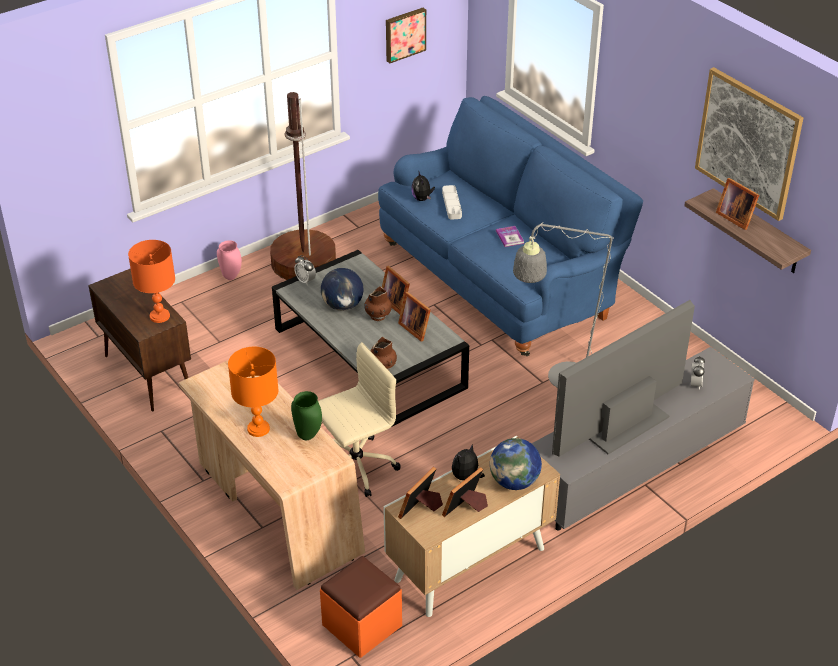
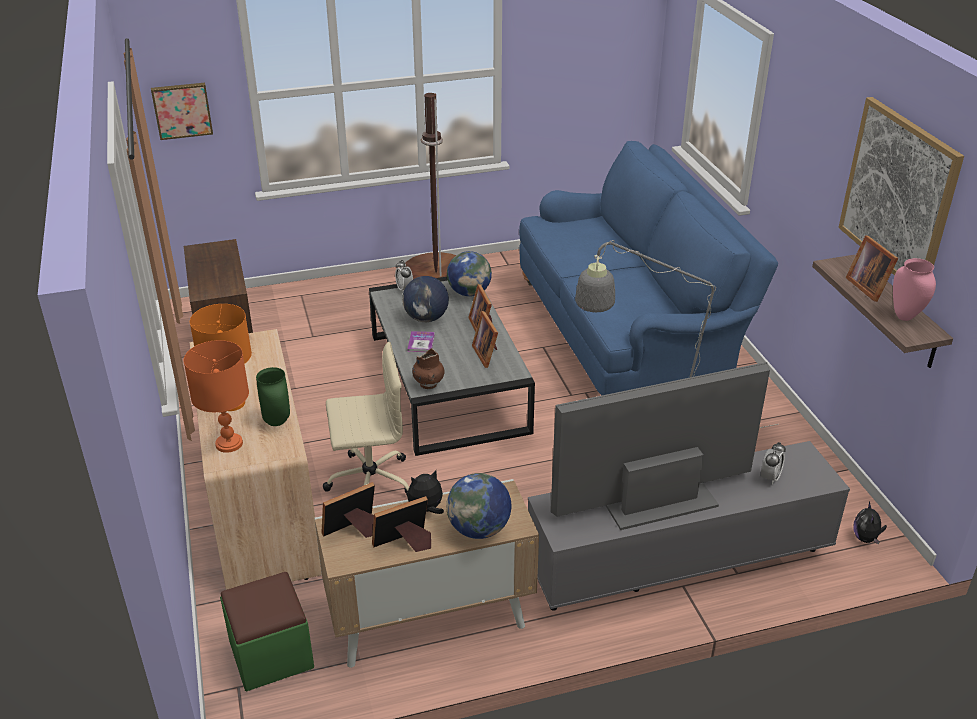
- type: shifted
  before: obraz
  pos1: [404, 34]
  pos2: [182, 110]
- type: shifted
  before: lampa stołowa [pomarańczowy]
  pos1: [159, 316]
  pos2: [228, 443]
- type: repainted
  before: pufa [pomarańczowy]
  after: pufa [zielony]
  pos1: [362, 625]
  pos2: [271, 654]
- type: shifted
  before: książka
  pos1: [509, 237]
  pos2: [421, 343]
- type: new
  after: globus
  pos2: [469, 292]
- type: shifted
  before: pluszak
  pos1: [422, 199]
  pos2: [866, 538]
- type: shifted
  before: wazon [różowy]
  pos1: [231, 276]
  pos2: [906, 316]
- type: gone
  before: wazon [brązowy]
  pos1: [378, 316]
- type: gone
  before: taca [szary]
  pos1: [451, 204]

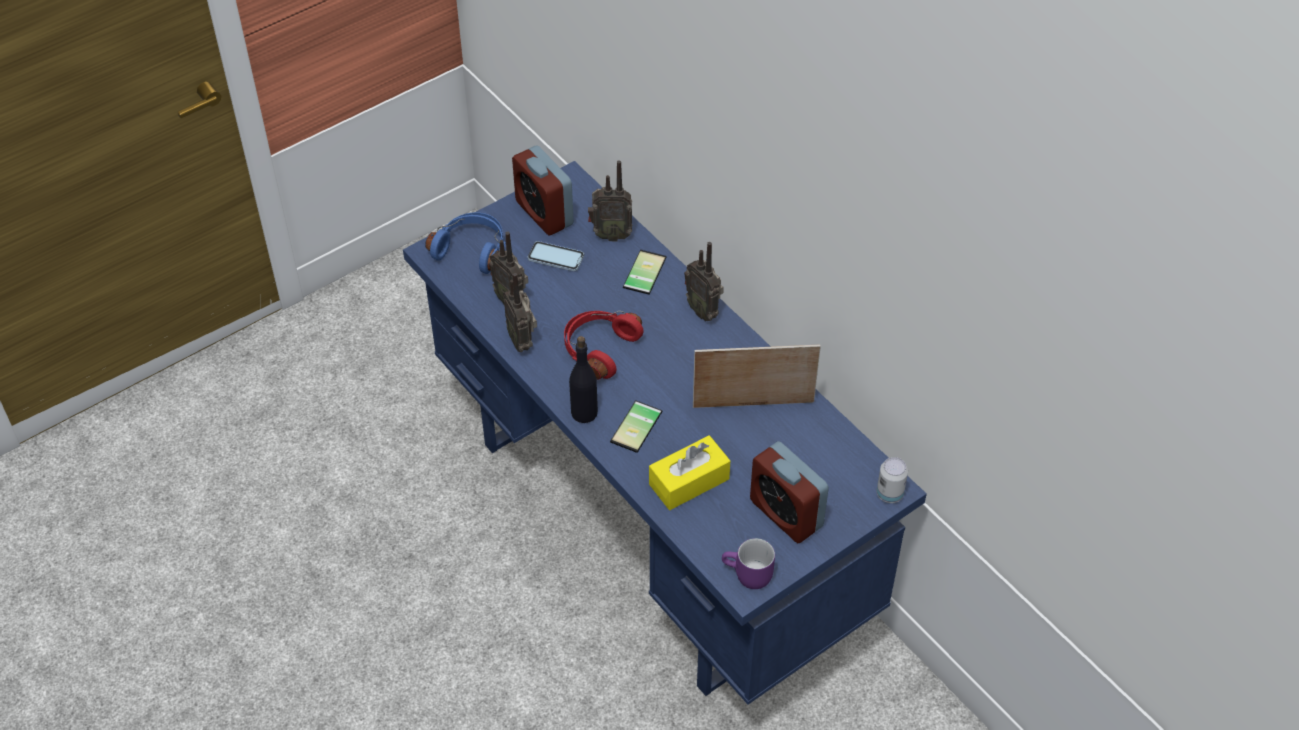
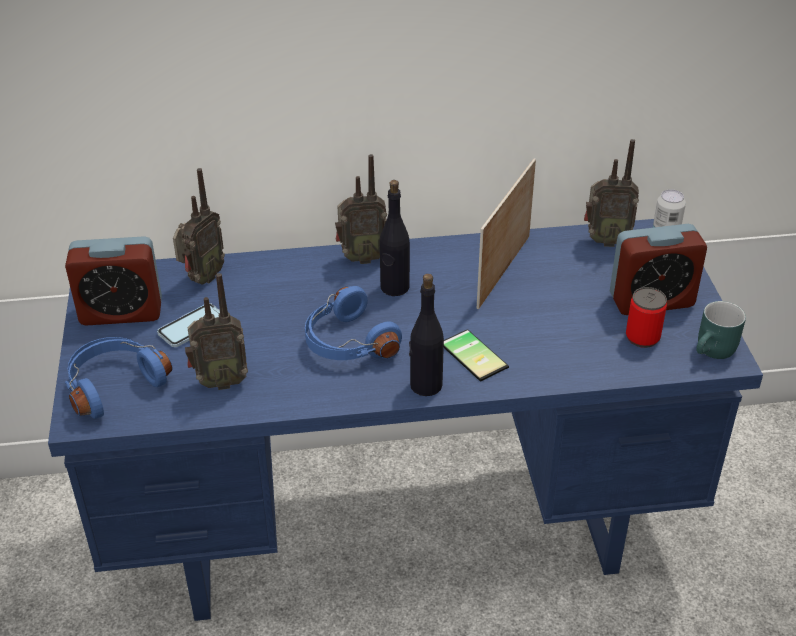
- type: repainted
  before: słuchawki [czerwony]
  after: słuchawki [niebieski]
  pos1: [598, 349]
  pos2: [347, 343]
- type: new
  after: butelka [czarny]
  pos2: [394, 287]
- type: shifted
  before: radio
  pos1: [522, 341]
  pos2: [605, 240]
- type: new
  after: puszka
  pos2: [642, 337]
- type: repainted
  before: kubek [fioletowy]
  after: kubek [turkusowy]
  pos1: [747, 577]
  pos2: [715, 352]
- type: gone
  before: telefon
  pos1: [641, 271]
- type: gone
  before: pudełko chusteczek [żółty]
  pos1: [689, 482]

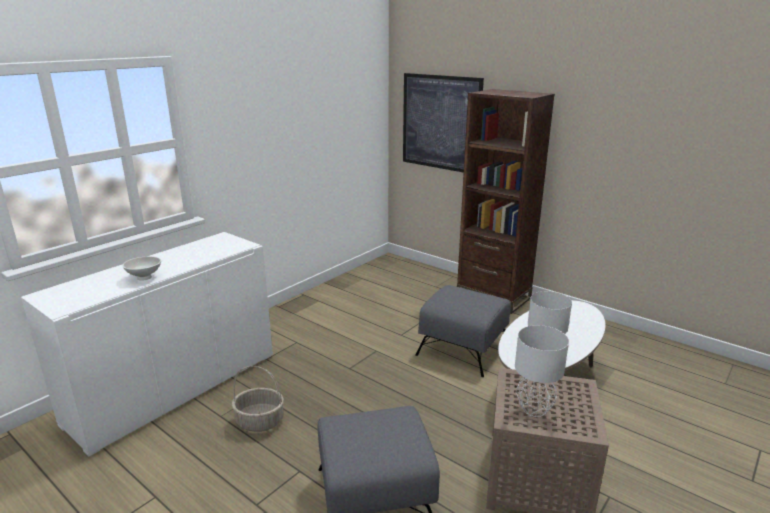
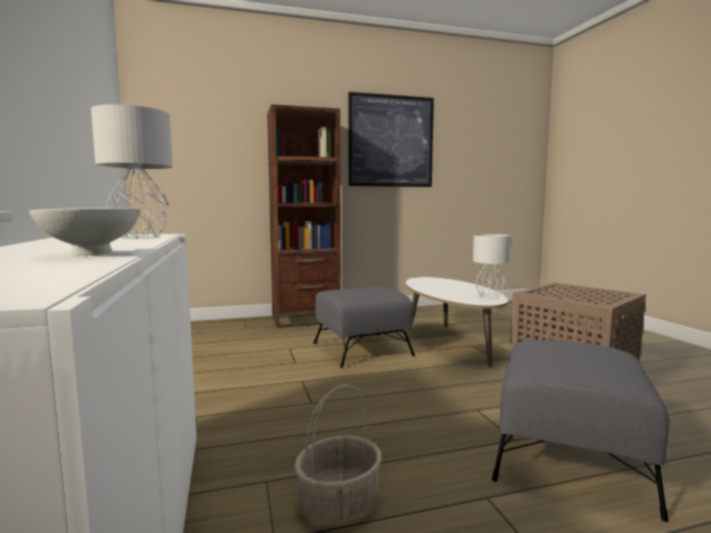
- type: shifted
  before: lampa stołowa [szary]
  pos1: [535, 408]
  pos2: [141, 237]
- type: shifted
  before: obraz
  pos1: [440, 122]
  pos2: [391, 141]

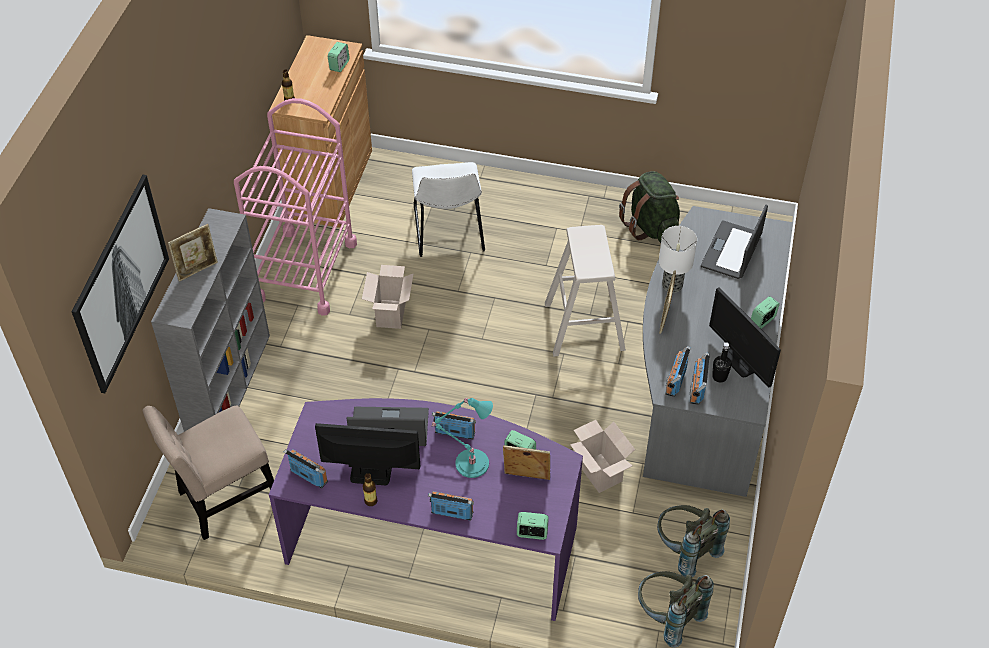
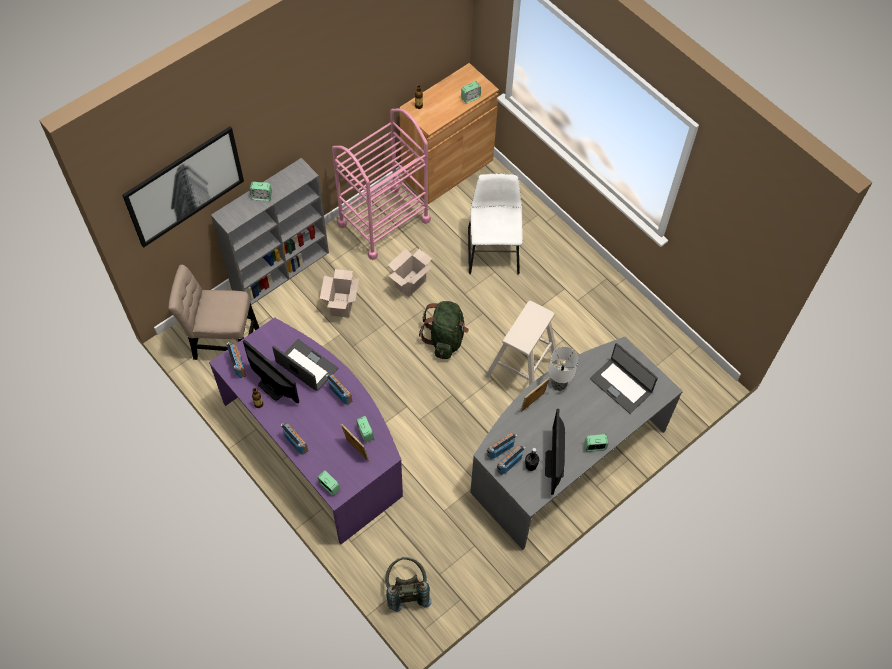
- type: swapped
  before: ramka na zdjęcie
  after: budzik
  pos1: [197, 270]
  pos2: [261, 196]
- type: shifted
  before: karton
  pos1: [598, 473]
  pos2: [341, 304]
- type: shifted
  before: plecak [zielony]
  pos1: [651, 227]
  pos2: [445, 339]
- type: rotated
  before: krzesło [biały]
  pos1: [449, 231]
  pos2: [493, 248]
  turn: 150
- type: rotated
  before: laptop
  pos1: [732, 251]
  pos2: [621, 385]
  turn: -105
- type: gone
  before: lampa stołowa [turkusowy]
  pos1: [469, 463]
- type: gone
  before: plecak [szary]
  pos1: [685, 550]

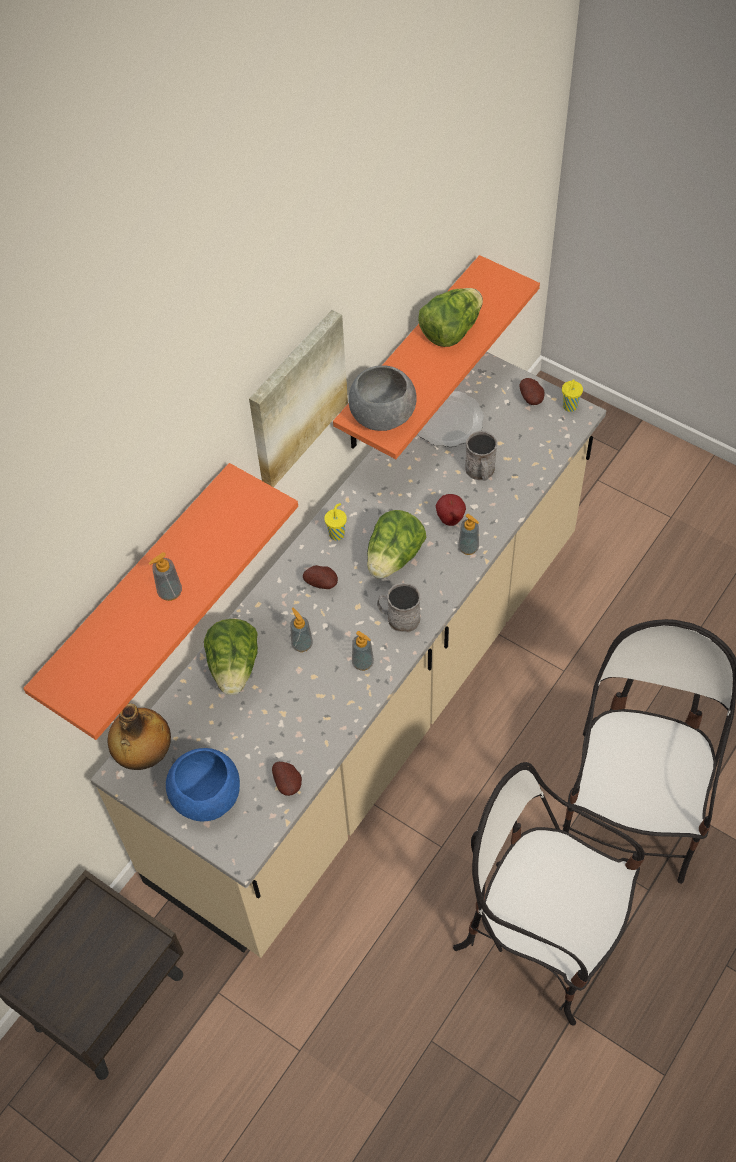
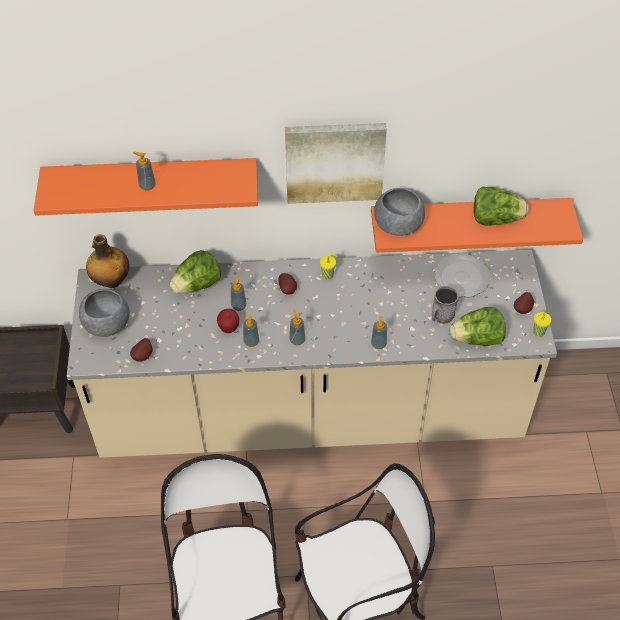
- type: repainted
  before: miska [niebieski]
  after: miska [szary]
  pos1: [207, 795]
  pos2: [107, 324]
- type: shifted
  before: jabłko
  pos1: [450, 519]
  pos2: [229, 328]
- type: swapped
  before: kubek [szary]
  after: dozownik mydła
  pos1: [399, 618]
  pos2: [297, 340]
- type: shifted
  before: sałata
  pos1: [394, 558]
  pos2: [477, 339]

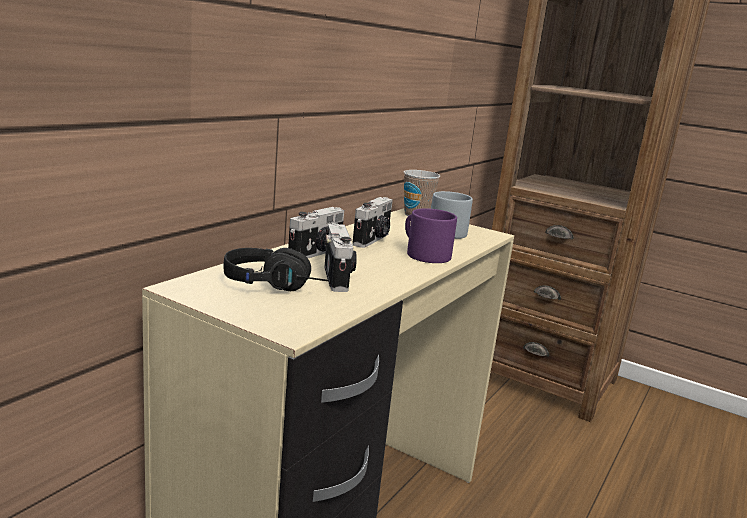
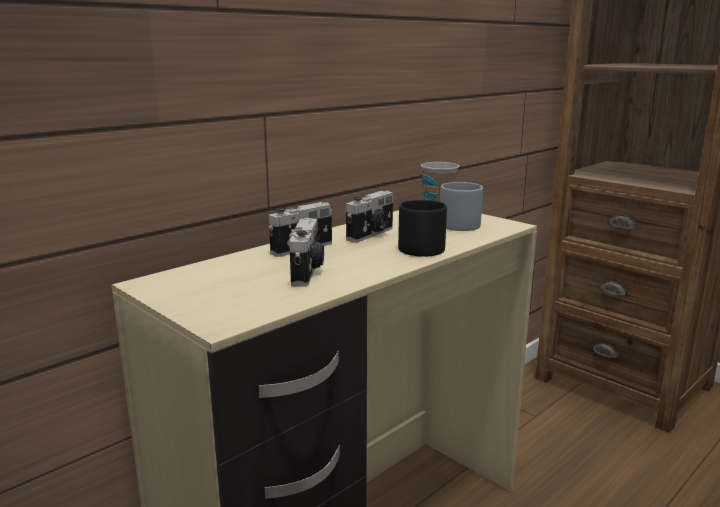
- type: repainted
  before: kubek [fioletowy]
  after: kubek [czarny]
  pos1: [422, 253]
  pos2: [416, 247]
- type: gone
  before: słuchawki [czarny]
  pos1: [276, 285]

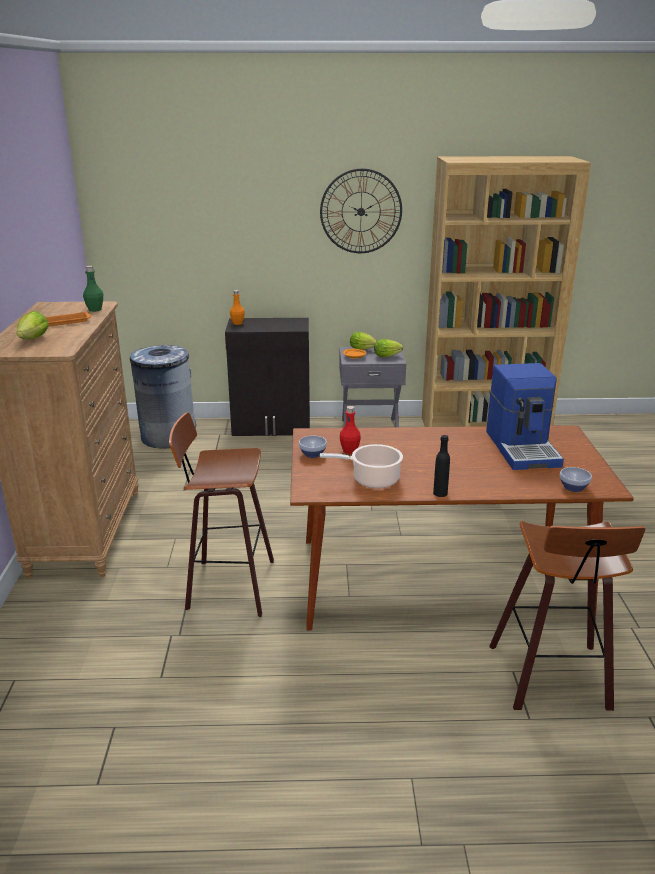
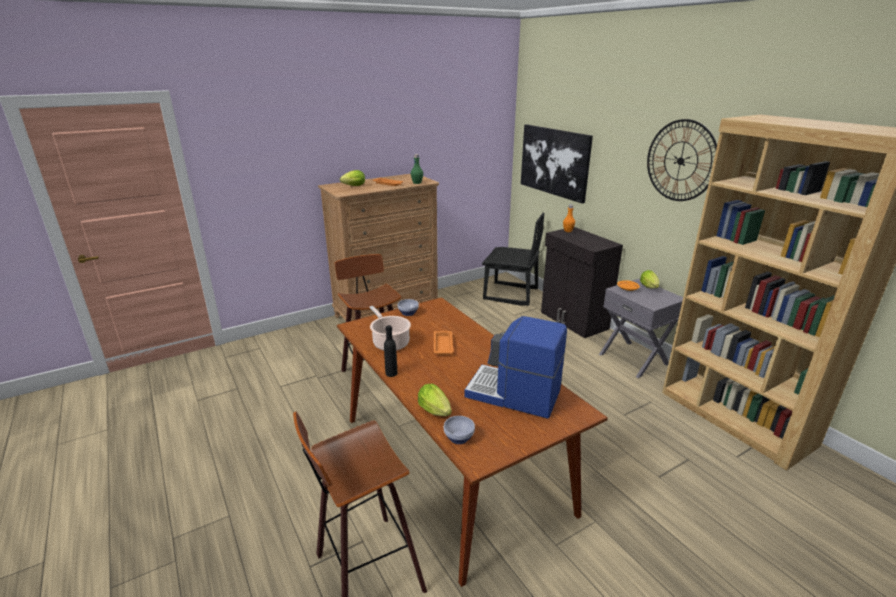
- type: shifted
  before: sałata
  pos1: [388, 356]
  pos2: [436, 412]
- type: new
  after: taca [pomarańczowy]
  pos2: [443, 345]
- type: rotated
  before: ekspres do kawy
  pos1: [523, 448]
  pos2: [513, 395]
  turn: 60
- type: swapped
  before: kosz na śmieci [szary]
  after: krzesło [czarny]
  pos1: [168, 437]
  pos2: [510, 294]
- type: new
  after: obraz
  pos2: [554, 162]
- type: gone
  before: butelka [czerwony]
  pos1: [349, 451]

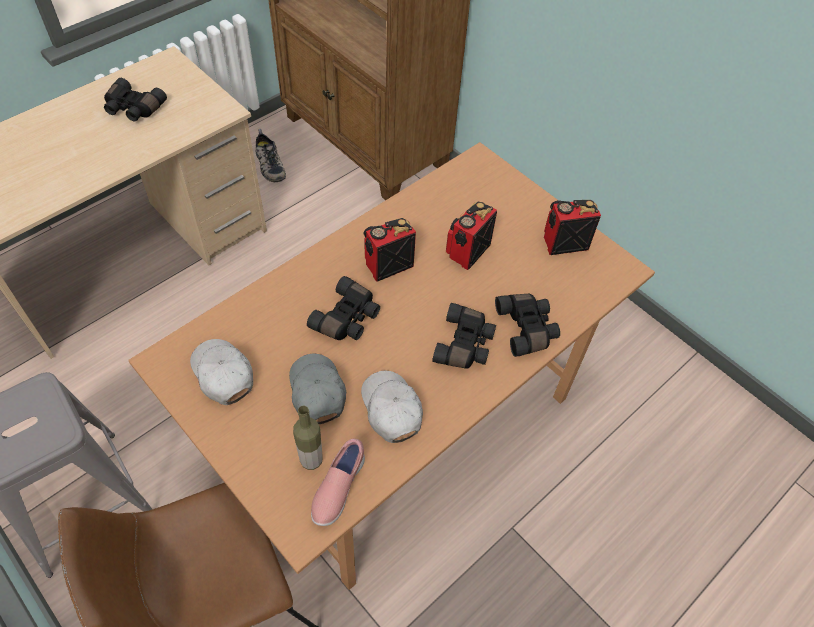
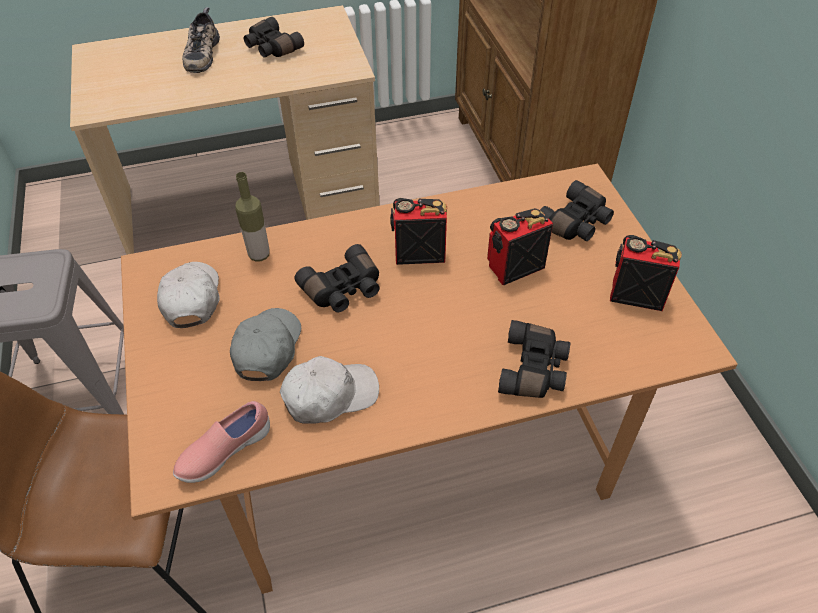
- type: shifted
  before: but
  pos1: [268, 164]
  pos2: [201, 53]
- type: shifted
  before: butelka
  pos1: [311, 460]
  pos2: [259, 255]
- type: rotated
  before: czapka z daszkiem [biały]
  pos1: [391, 409]
  pos2: [329, 395]
  turn: 60
- type: shifted
  before: lornetka [czarny]
  pos1: [465, 345]
  pos2: [576, 223]

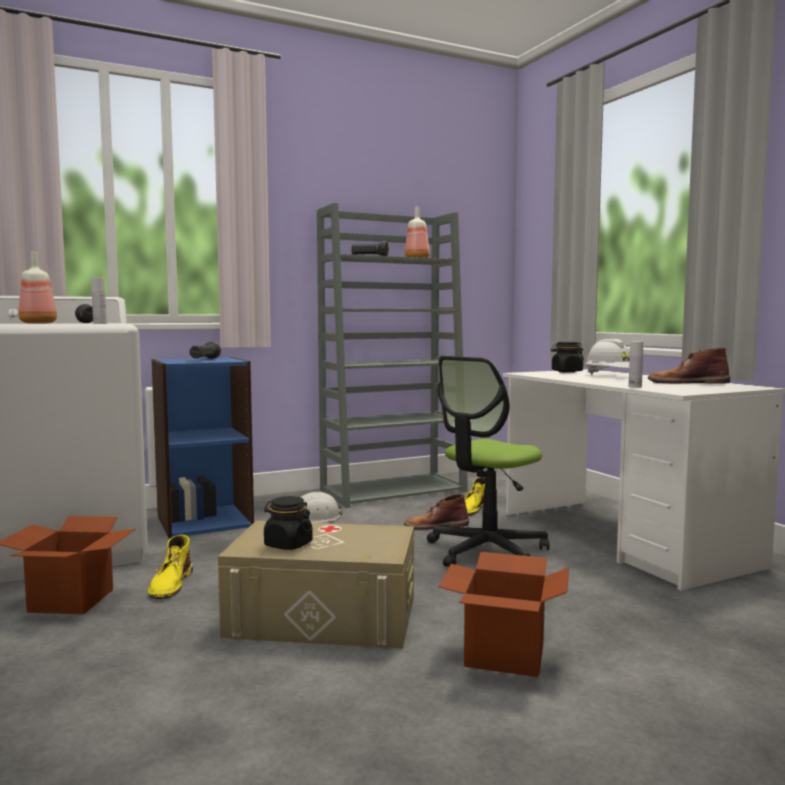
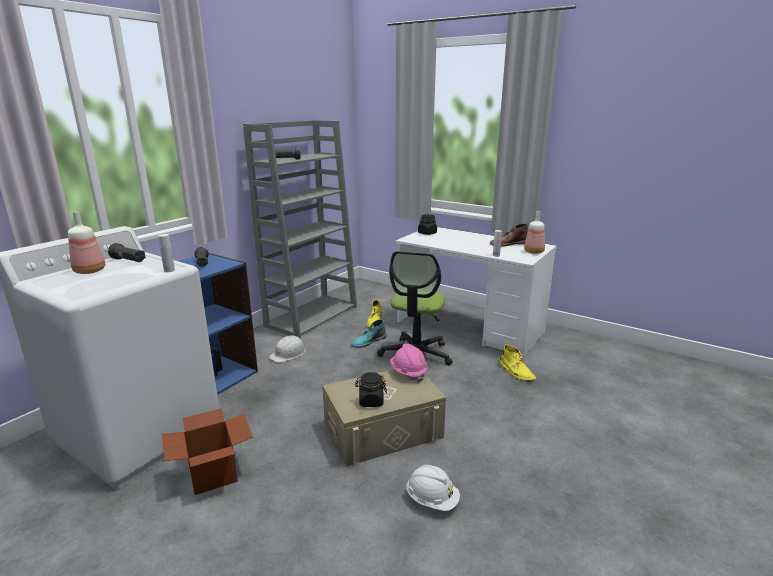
- type: repainted
  before: but z cholewką [brązowy]
  after: but z cholewką [turkusowy]
  pos1: [435, 525]
  pos2: [368, 341]
- type: new
  after: kask [różowy]
  pos2: [408, 372]
- type: shifted
  before: kask [biały]
  pos1: [610, 376]
  pos2: [432, 500]
- type: shifted
  before: but z cholewką [żółty]
  pos1: [170, 584]
  pos2: [516, 372]
- type: shifted
  before: butelka
  pos1: [417, 259]
  pos2: [534, 251]
- type: gone
  before: karton
  pos1: [505, 655]

